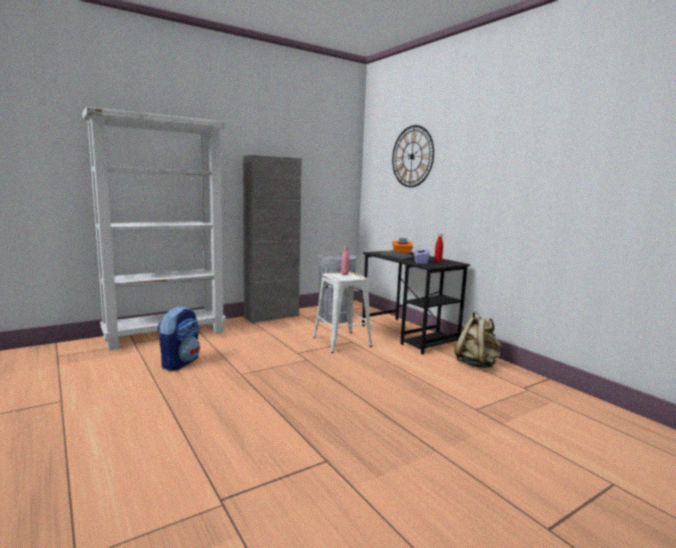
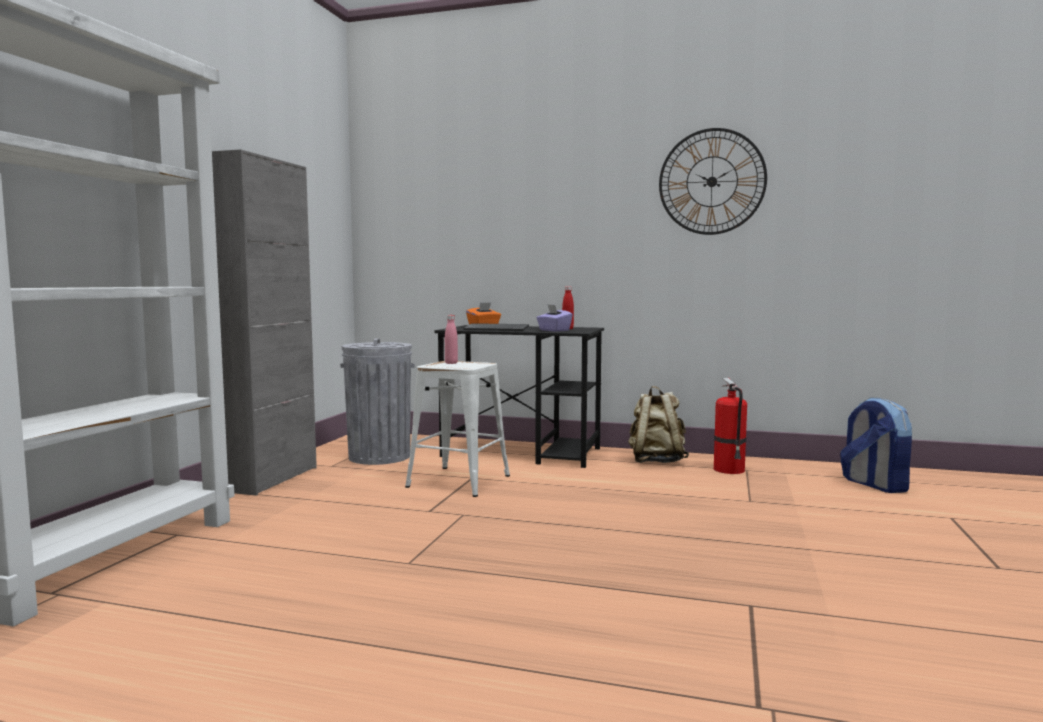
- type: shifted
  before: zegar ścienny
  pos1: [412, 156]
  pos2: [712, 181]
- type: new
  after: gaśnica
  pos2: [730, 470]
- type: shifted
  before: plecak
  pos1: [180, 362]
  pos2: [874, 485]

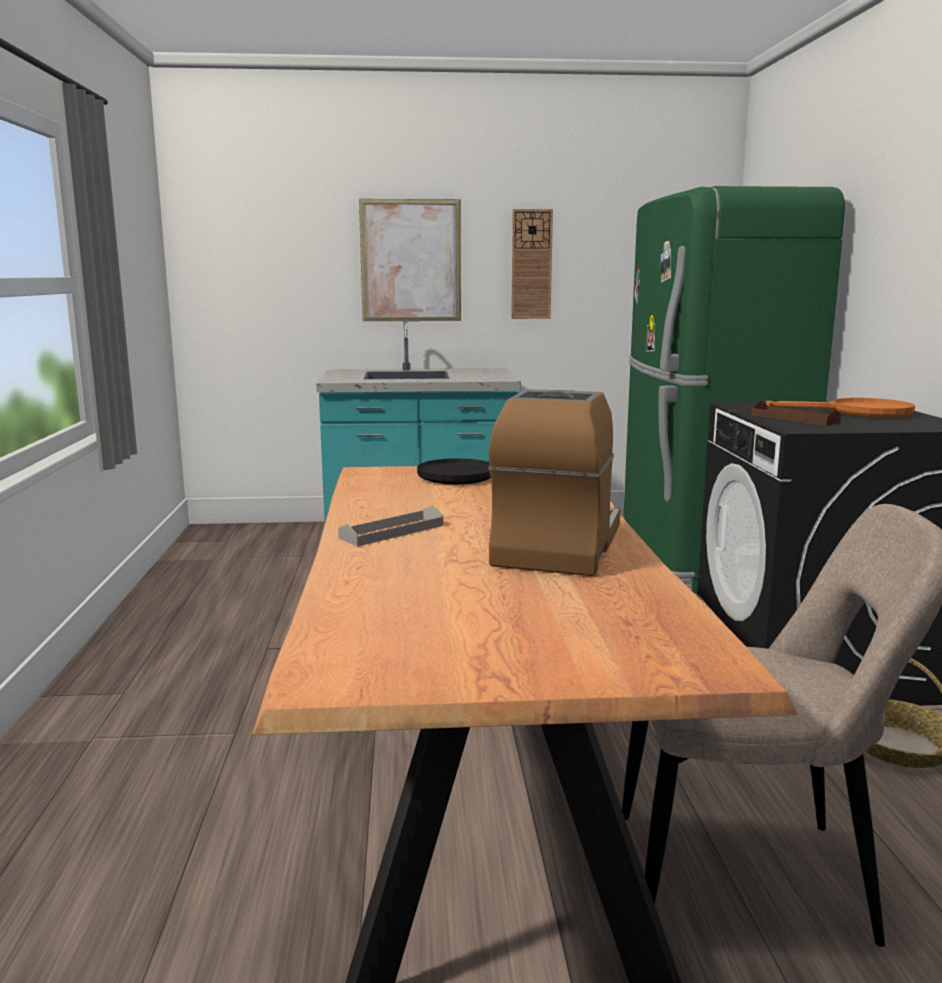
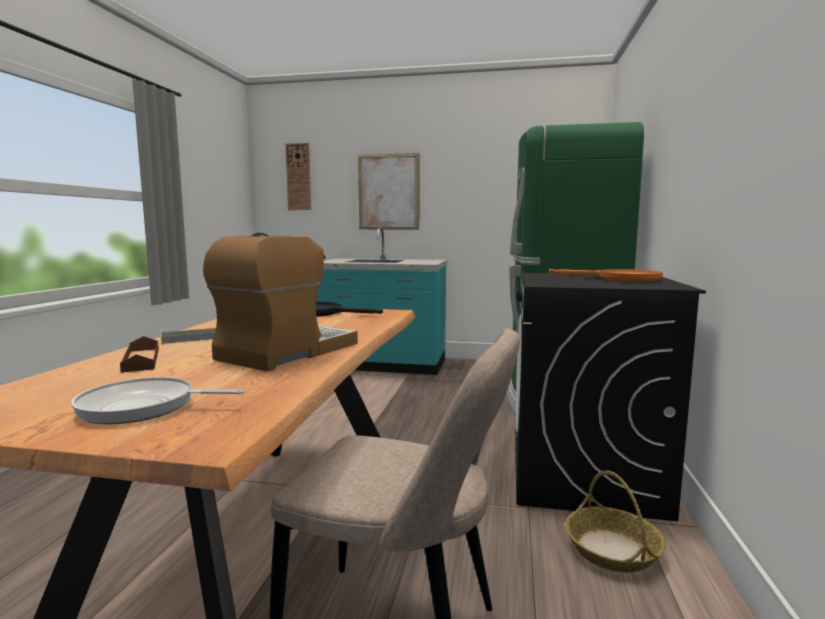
- type: new
  after: patelnia
  pos2: [143, 407]
- type: shifted
  before: taca [brązowy]
  pos1: [794, 419]
  pos2: [141, 359]
- type: shifted
  before: zegar ścienny
  pos1: [531, 264]
  pos2: [298, 177]

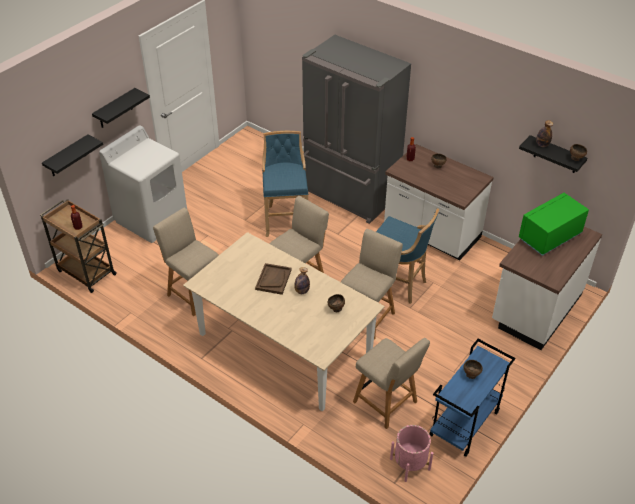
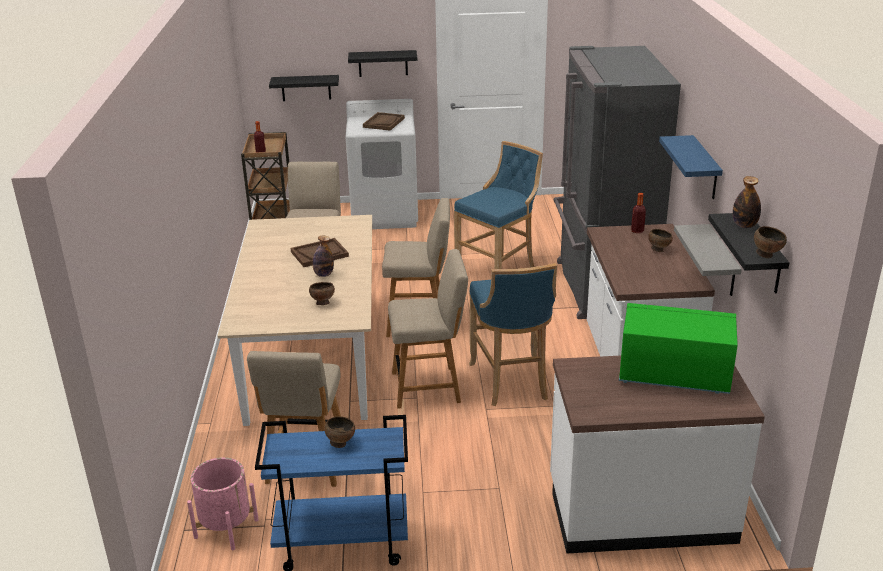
- type: new
  after: taca [brązowy]
  pos2: [383, 122]
- type: new
  after: półka [niebieski]
  pos2: [705, 168]
- type: new
  after: półka [szary]
  pos2: [722, 262]

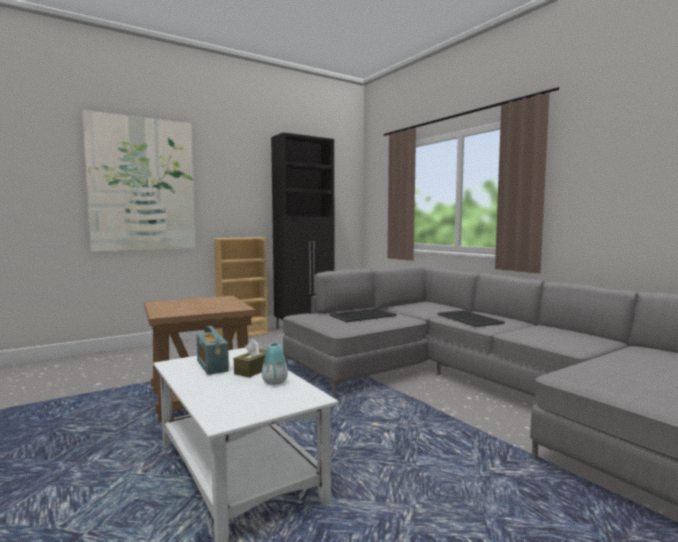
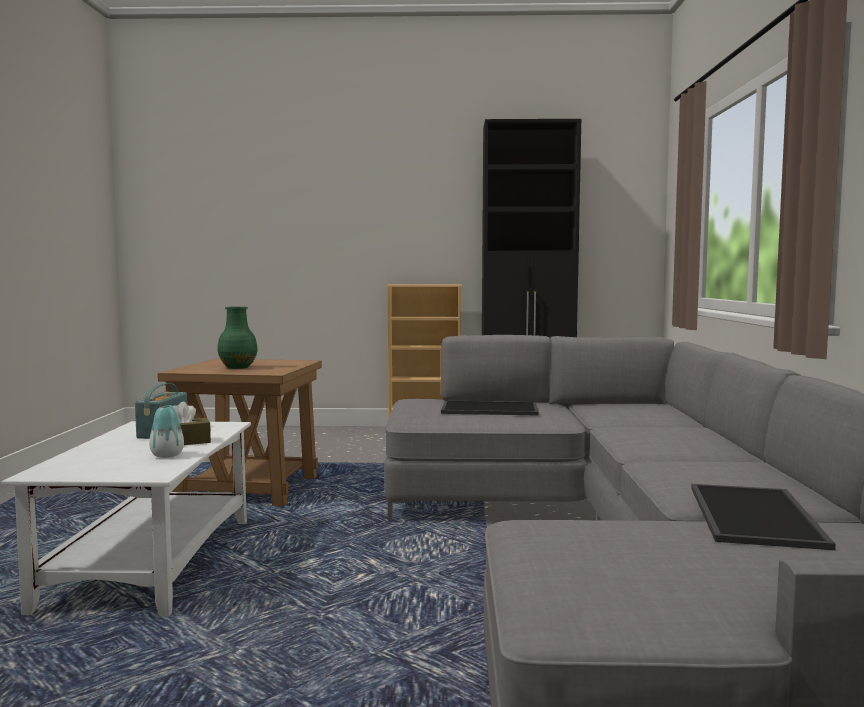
- type: new
  after: wazon [zielony]
  pos2: [238, 367]
- type: shifted
  before: taca
  pos1: [470, 319]
  pos2: [757, 516]
- type: gone
  before: obraz
  pos1: [142, 185]

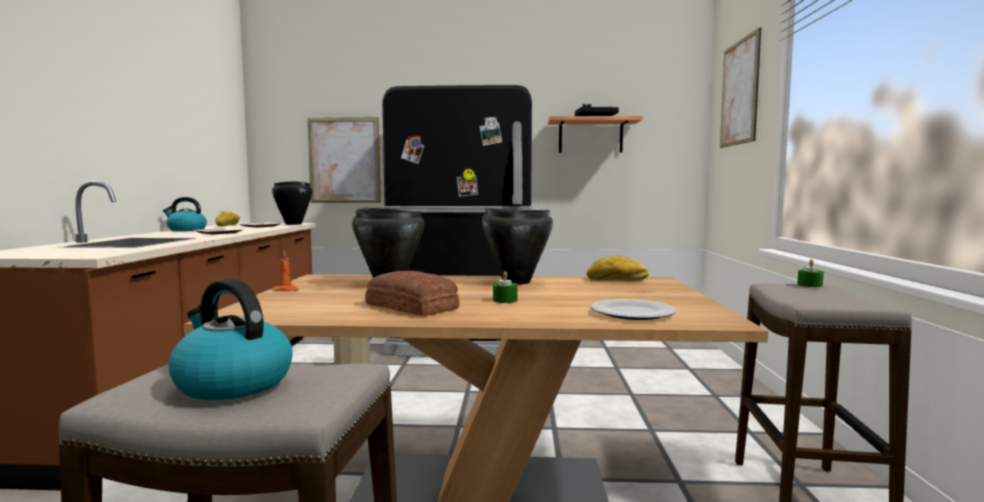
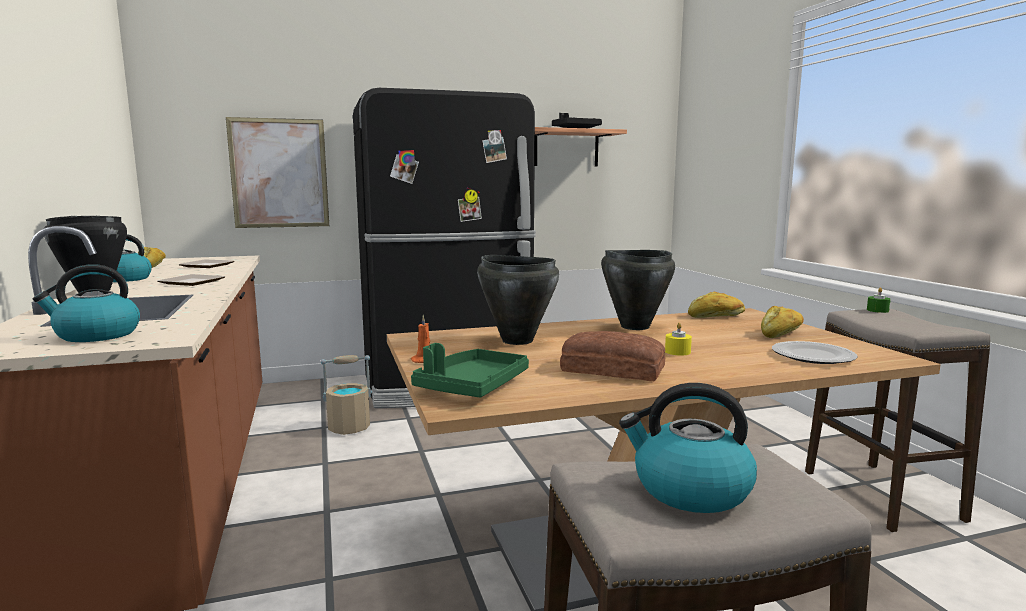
- type: new
  after: czajnik
  pos2: [96, 335]
- type: shifted
  before: garnek [czarny]
  pos1: [293, 224]
  pos2: [93, 291]
- type: new
  after: taca [zielony]
  pos2: [472, 386]
- type: repainted
  before: świeca [zielony]
  after: świeca [żółty]
  pos1: [505, 300]
  pos2: [677, 352]
- type: new
  after: chleb
  pos2: [781, 333]
- type: gone
  before: obraz
  pos1: [739, 92]

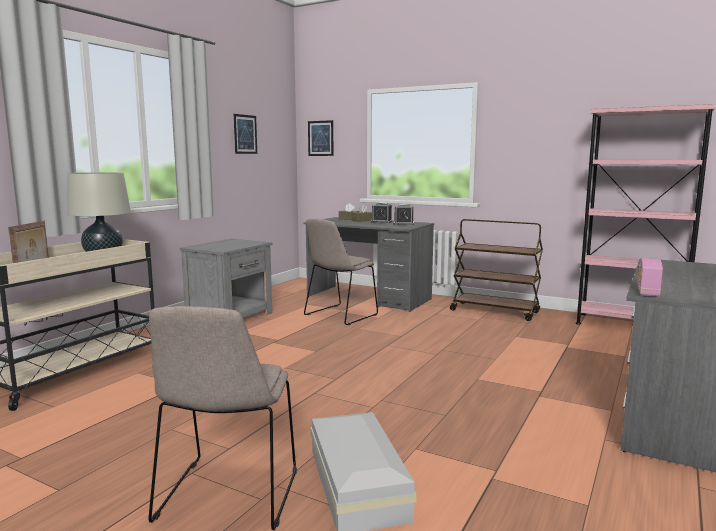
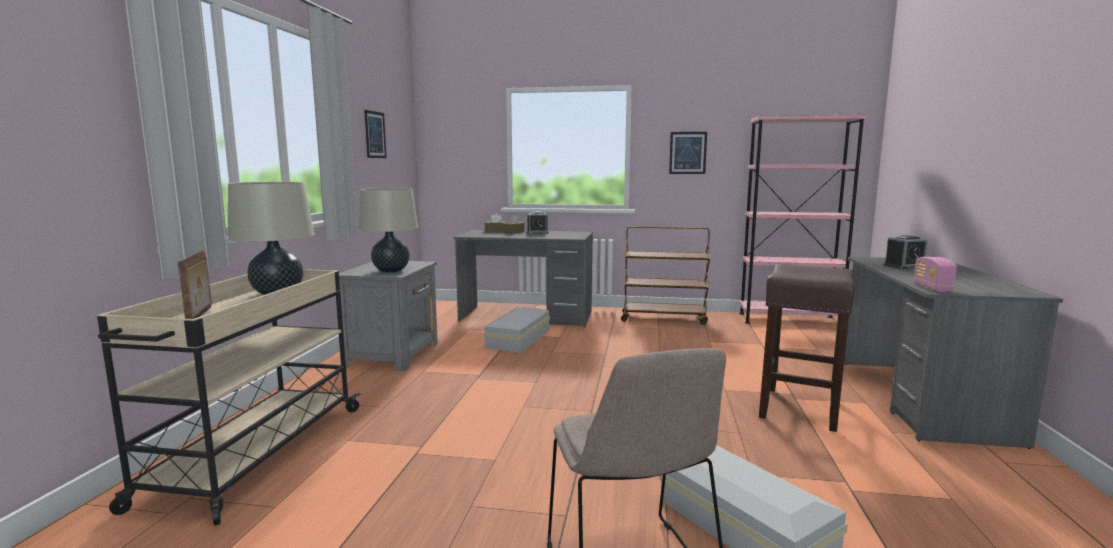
- type: new
  after: lampa stołowa [beżowy]
  pos2: [391, 270]
- type: swapped
  before: krzesło [beżowy]
  after: pojemnik do przechowywania [biały]
  pos1: [339, 315]
  pos2: [517, 339]
- type: shifted
  before: obraz
  pos1: [320, 138]
  pos2: [687, 153]
- type: new
  after: stołek [brązowy]
  pos2: [799, 407]
- type: shifted
  before: budzik
  pos1: [403, 224]
  pos2: [904, 266]

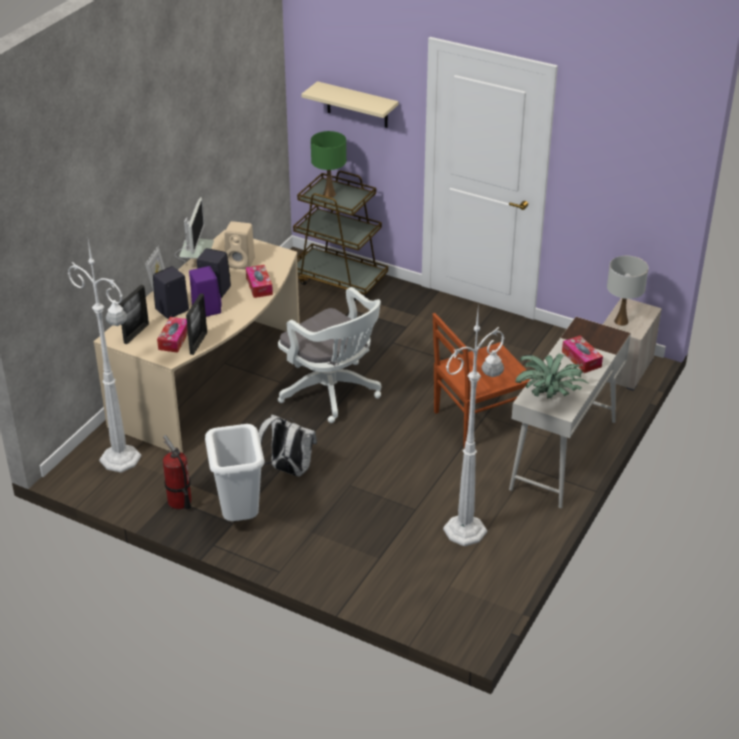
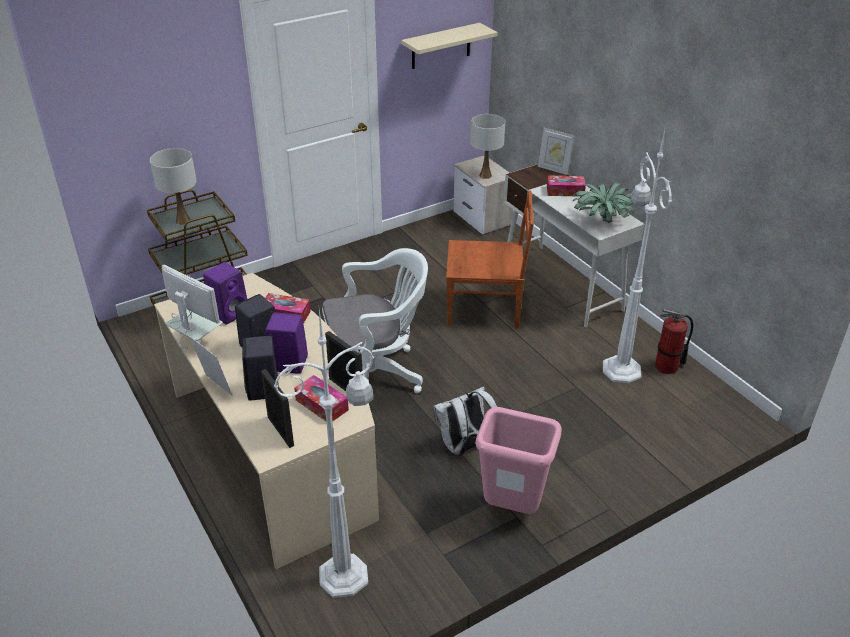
- type: repainted
  before: lampa stołowa [zielony]
  after: lampa stołowa [biały]
  pos1: [329, 194]
  pos2: [183, 221]
- type: repainted
  before: głośnik [beżowy]
  after: głośnik [fioletowy]
  pos1: [241, 262]
  pos2: [230, 312]
- type: shifted
  before: półka [beżowy]
  pos1: [357, 105]
  pos2: [441, 46]
- type: rotated
  before: krzesło [brązowy]
  pos1: [478, 420]
  pos2: [485, 308]
  turn: -90
- type: repainted
  before: kosz na śmieci [biały]
  after: kosz na śmieci [różowy]
  pos1: [239, 518]
  pos2: [512, 509]
- type: new
  after: ramka na zdjęcie
  pos2: [553, 169]
- type: shifted
  before: gaśnica
  pos1: [179, 501]
  pos2: [667, 367]

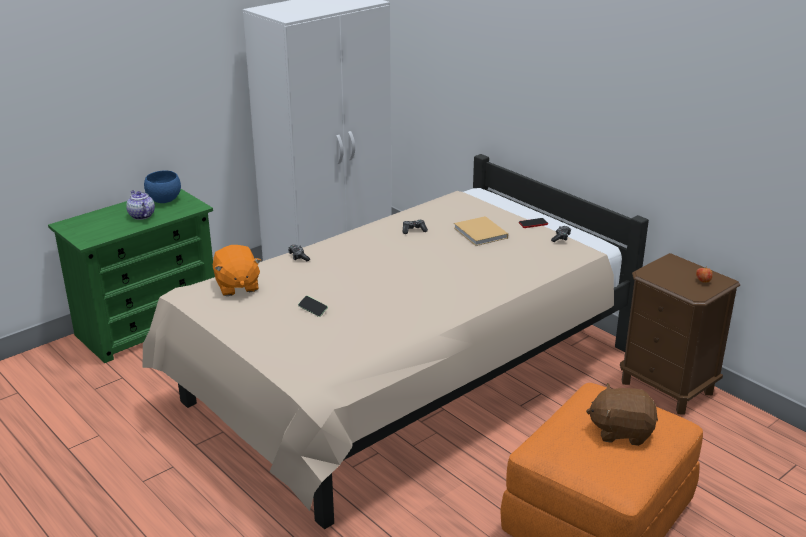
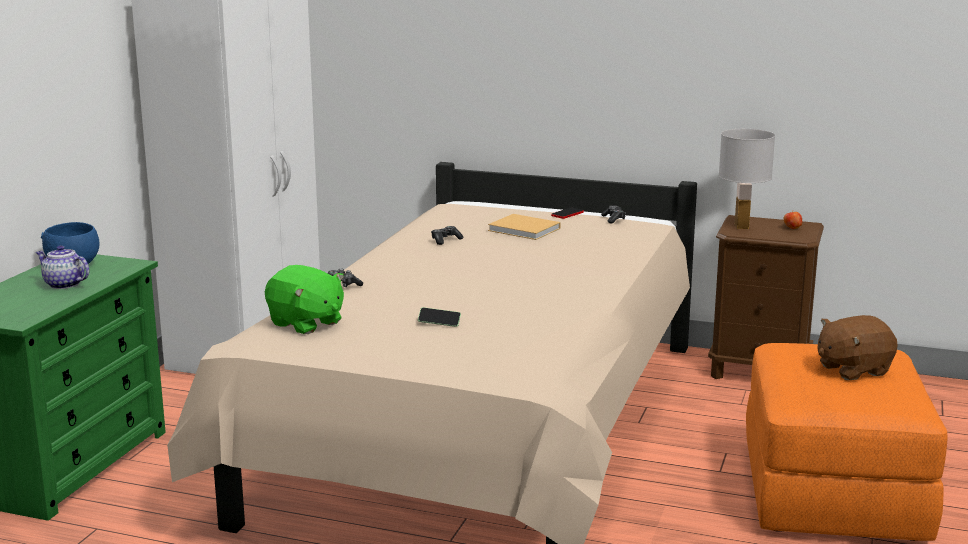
- type: repainted
  before: pluszak [pomarańczowy]
  after: pluszak [zielony]
  pos1: [237, 286]
  pos2: [306, 323]
- type: new
  after: lampa stołowa [biały]
  pos2: [742, 226]

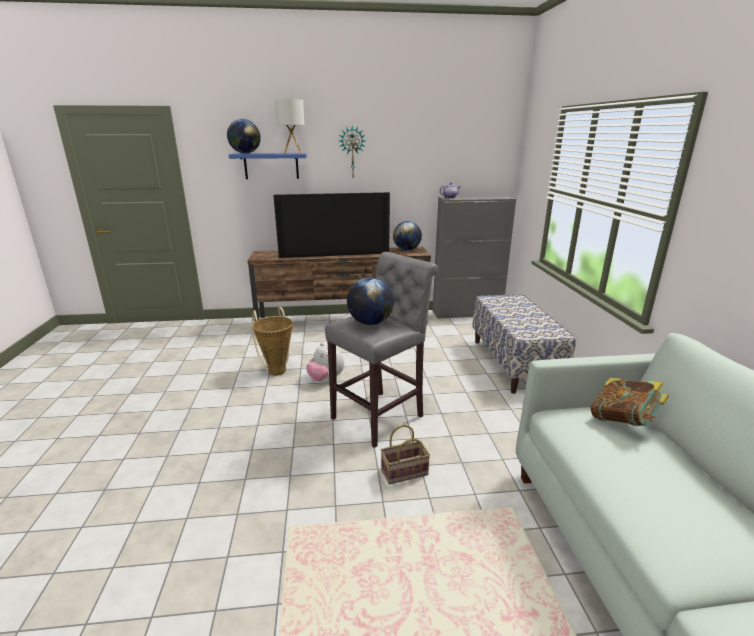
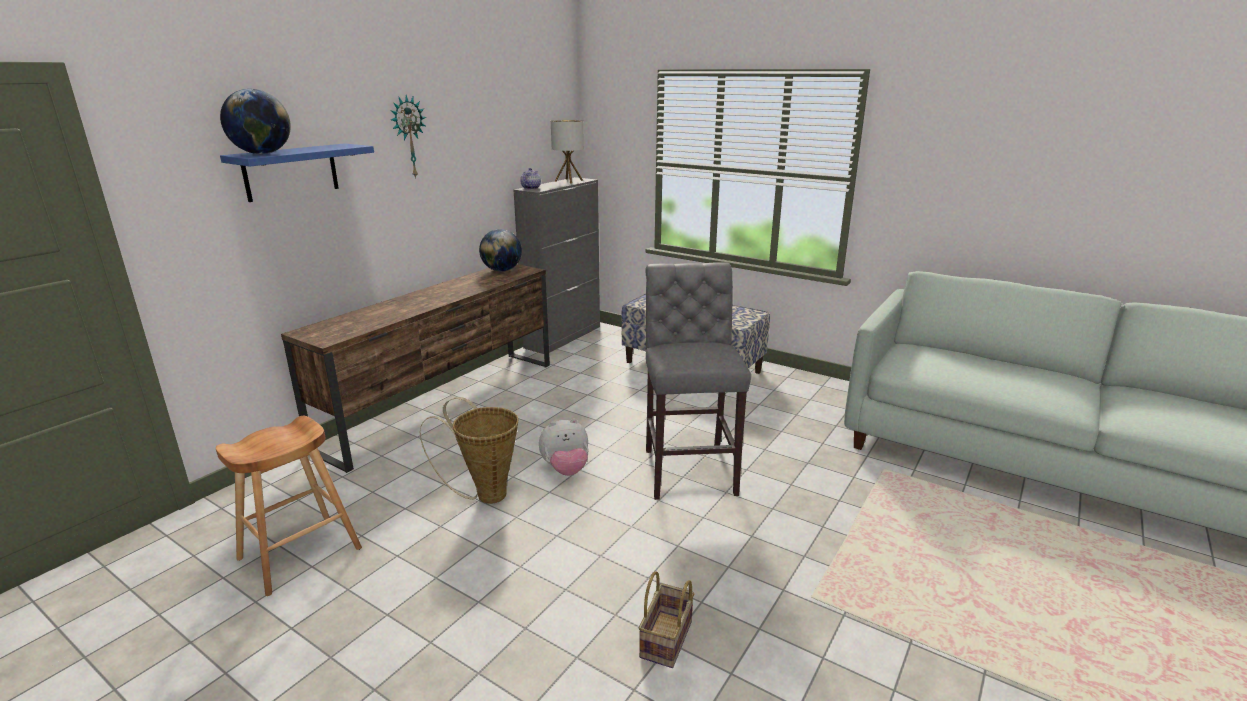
- type: new
  after: stołek [brązowy]
  pos2: [300, 553]
- type: shifted
  before: lampa stołowa
  pos1: [292, 153]
  pos2: [568, 181]
- type: shifted
  before: koszyk
  pos1: [403, 473]
  pos2: [667, 641]
- type: gone
  before: telewizor
  pos1: [335, 253]
- type: gone
  before: globus
  pos1: [370, 323]
- type: gone
  before: książka
  pos1: [623, 421]

